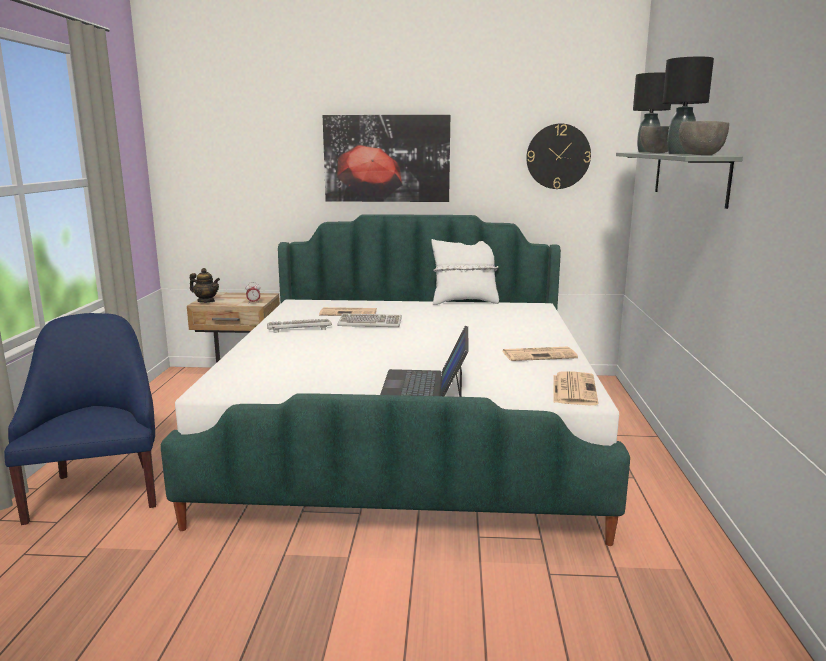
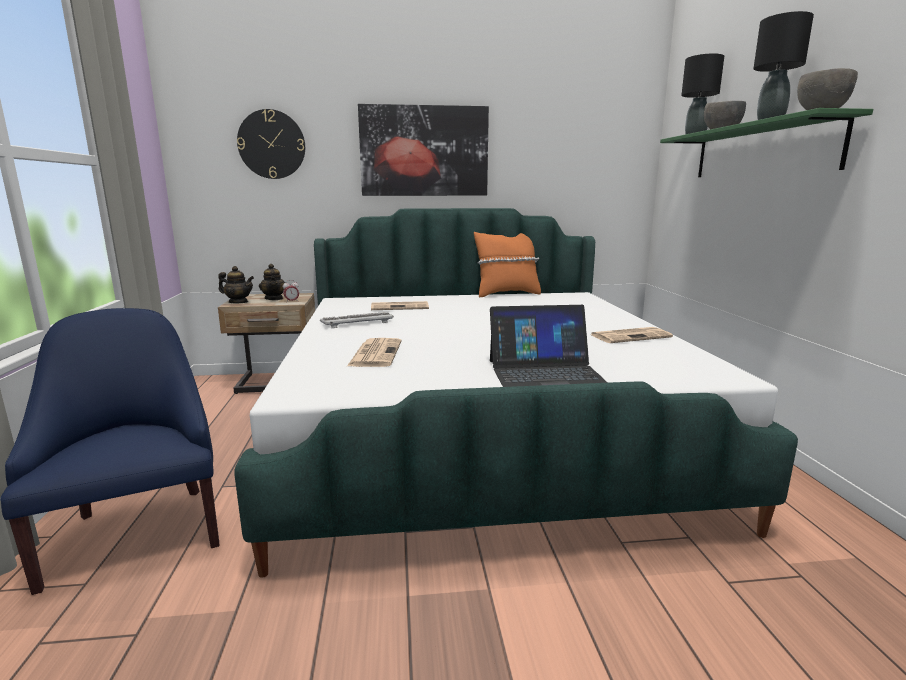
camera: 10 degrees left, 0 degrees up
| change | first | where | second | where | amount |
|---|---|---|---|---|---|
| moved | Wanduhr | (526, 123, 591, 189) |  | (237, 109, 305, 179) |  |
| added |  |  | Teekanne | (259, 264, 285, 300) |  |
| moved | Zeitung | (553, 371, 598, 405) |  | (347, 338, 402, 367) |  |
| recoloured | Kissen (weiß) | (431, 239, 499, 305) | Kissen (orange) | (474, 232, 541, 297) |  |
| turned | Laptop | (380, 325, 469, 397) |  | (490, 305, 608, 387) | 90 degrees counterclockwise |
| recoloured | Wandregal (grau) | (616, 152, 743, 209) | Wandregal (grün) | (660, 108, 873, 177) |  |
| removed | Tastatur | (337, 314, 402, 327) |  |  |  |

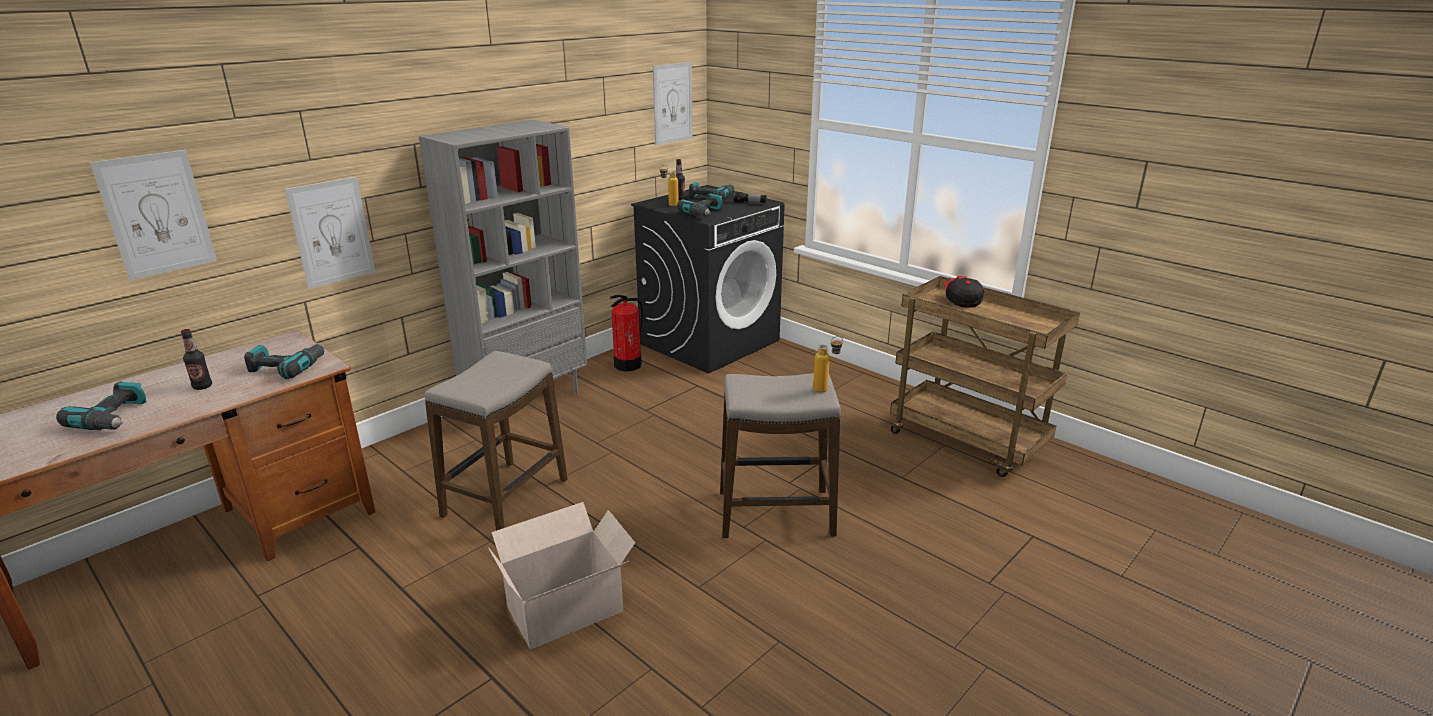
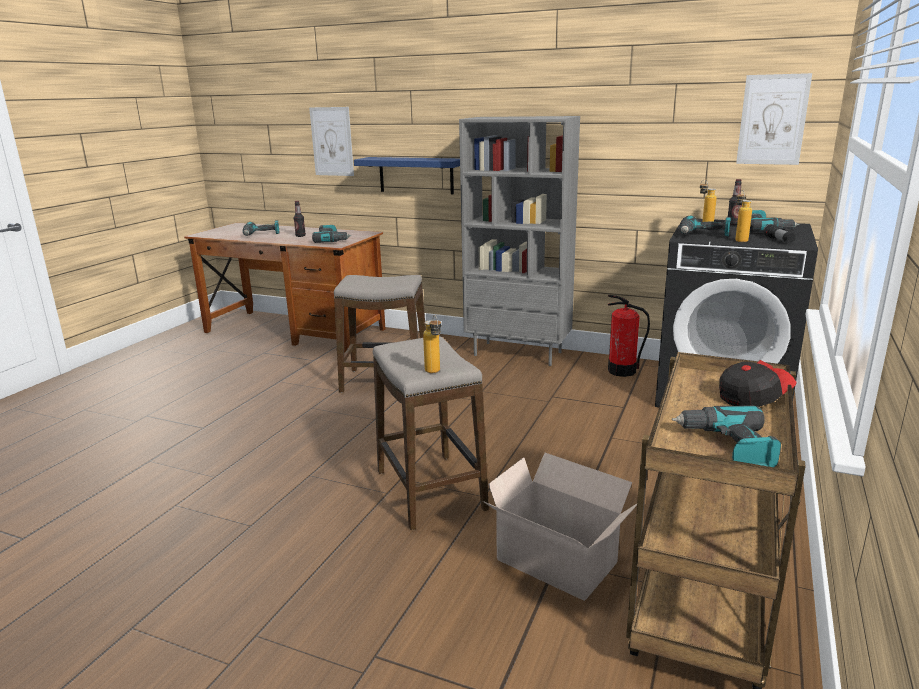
camera: 70 degrees right, 5 degrees down
| change | first | where | second | where | amount |
|---|---|---|---|---|---|
| replaced | Bild | (285, 177, 375, 289) | Wandregal (blau) | (354, 157, 460, 194) |  |
| moved | Karton | (488, 502, 635, 649) |  | (483, 453, 637, 601) |  |
| added |  |  | Bohrmaschine | (672, 405, 781, 467) |  |
| added |  |  | Flasche | (735, 190, 752, 242) |  |

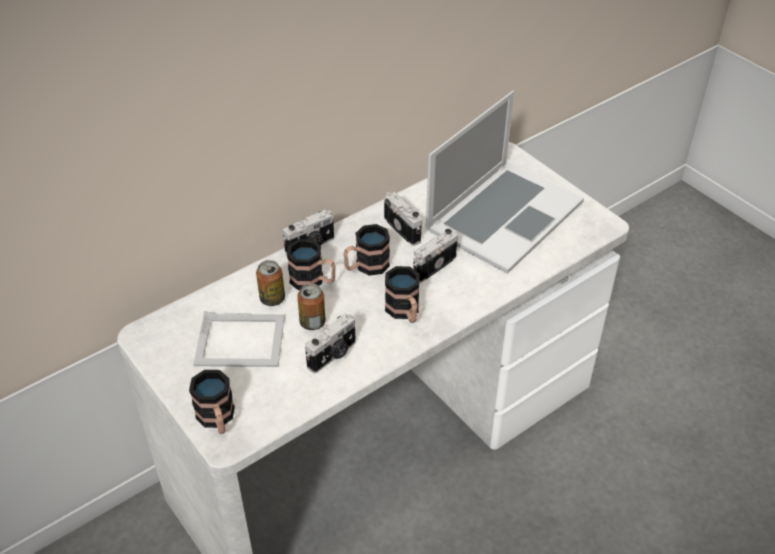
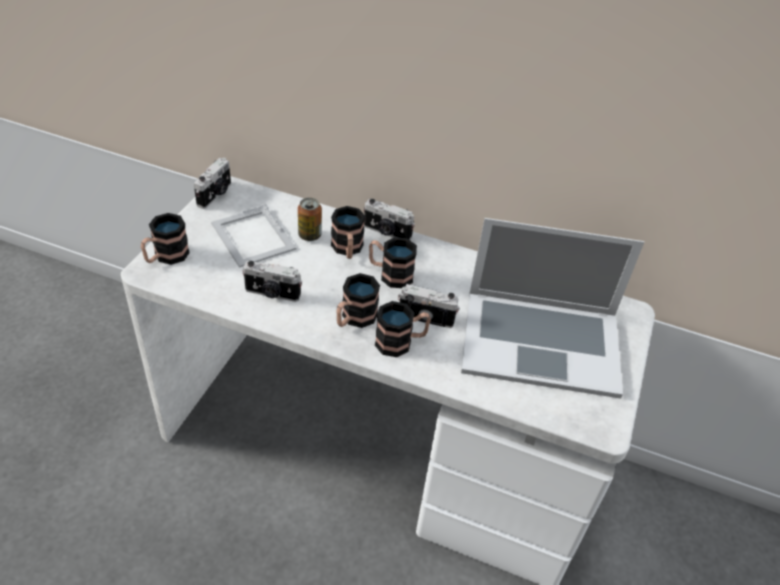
camera: 55 degrees right, 0 degrees up
| change | first | where | second | where | amount |
|---|---|---|---|---|---|
| moved | Kamera | (384, 192, 422, 246) |  | (194, 158, 231, 209) |  |
| added |  |  | Henkelbecher | (375, 301, 431, 357) |  |
| removed | Dose | (297, 283, 326, 330) |  |  |  |

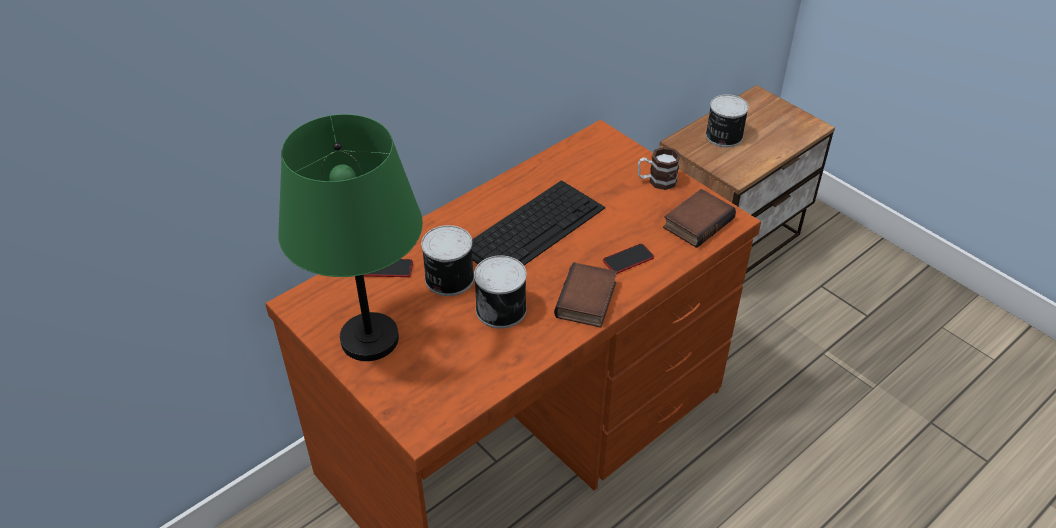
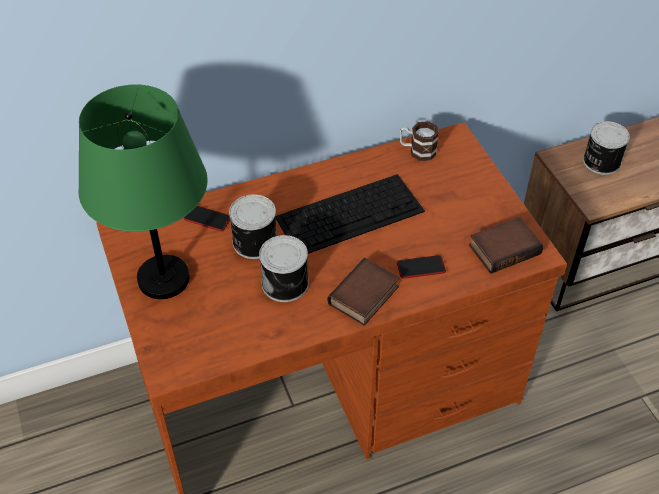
camera: 20 degrees right, 5 degrees up
| change | first | where | second | where | amount |
|---|---|---|---|---|---|
| moved | Henkelbecher | (638, 147, 681, 190) |  | (400, 121, 439, 161) |  |

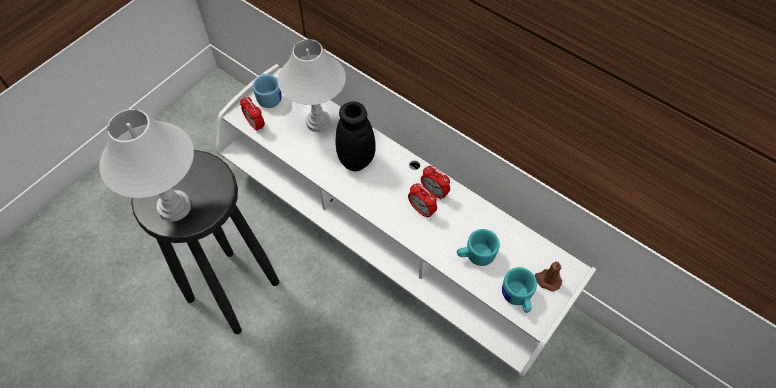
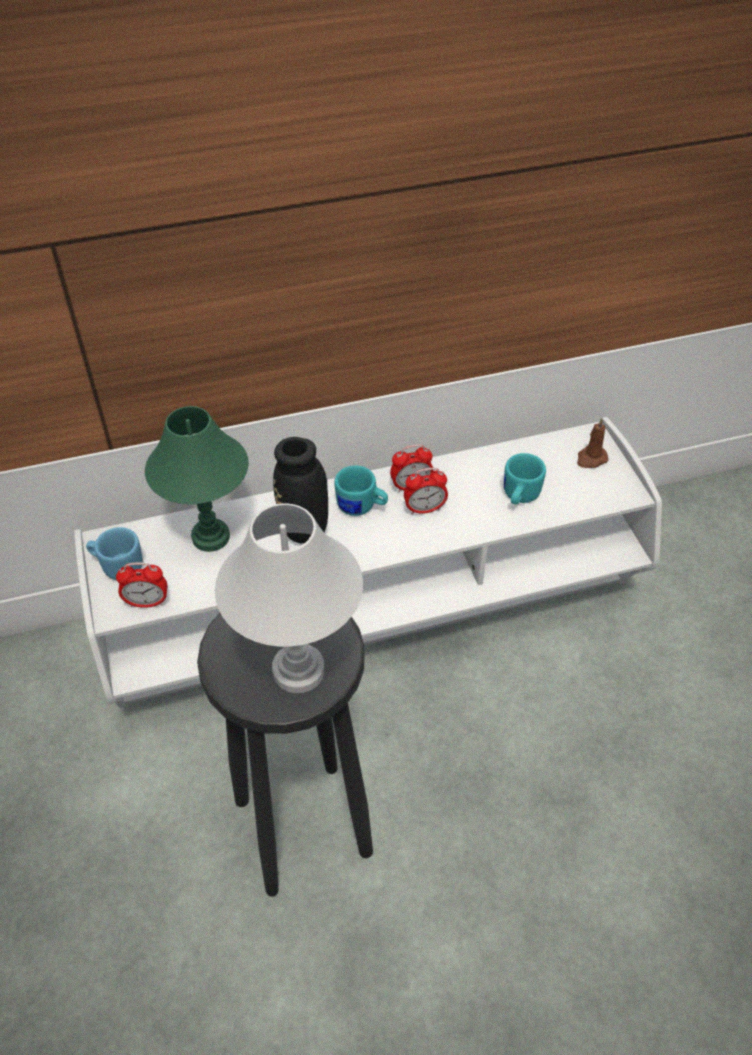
camera: 55 degrees left, 10 degrees down
| change | first | where | second | where | amount |
|---|---|---|---|---|---|
| recoloured | Tischlampe (weiß) | (278, 39, 346, 132) | Tischlampe (grün) | (145, 406, 249, 552) |  |
| moved | Henkelbecher (türkis) | (502, 267, 537, 313) |  | (334, 465, 388, 516) |  |

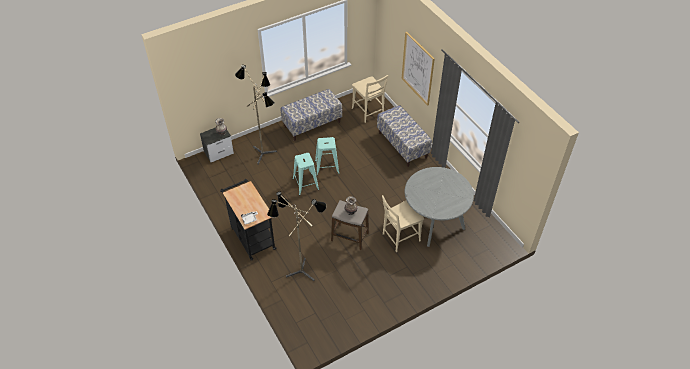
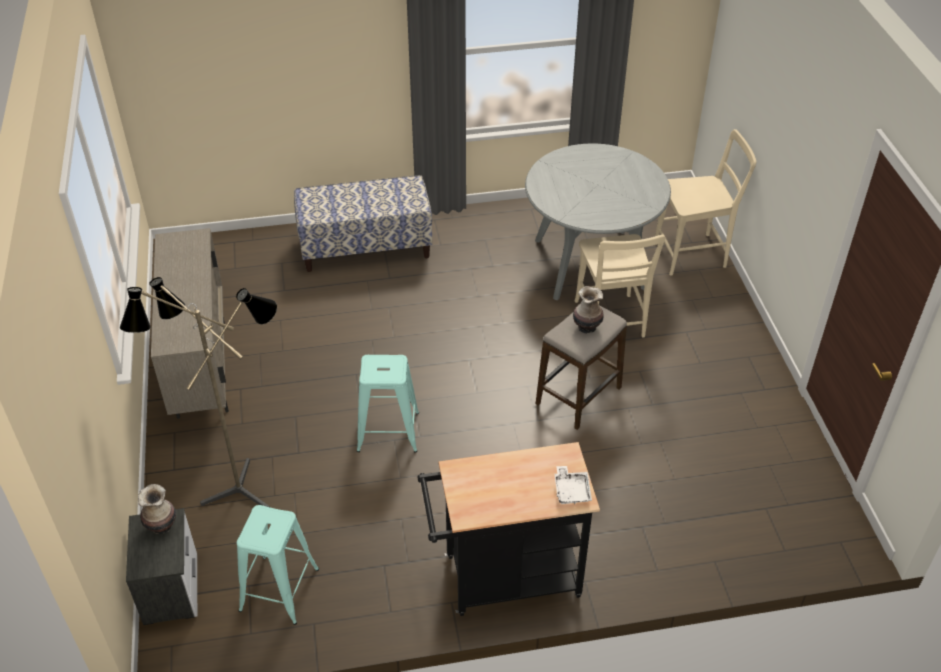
camera: 70 degrees left, 5 degrees down
| change | first | where | second | where | amount |
|---|---|---|---|---|---|
| replaced | Bank | (280, 89, 342, 141) | Schrank (beige) | (151, 228, 229, 419) |  |
| moved | Hocker (türkis) | (315, 137, 340, 176) |  | (237, 505, 319, 625) |  |
| moved | Stuhl (beige) | (352, 75, 388, 123) |  | (655, 129, 757, 275) |  |
| removed | Stehlampe | (267, 191, 327, 281) |  |  |  |
| removed | Bild | (402, 32, 435, 106) |  |  |  |

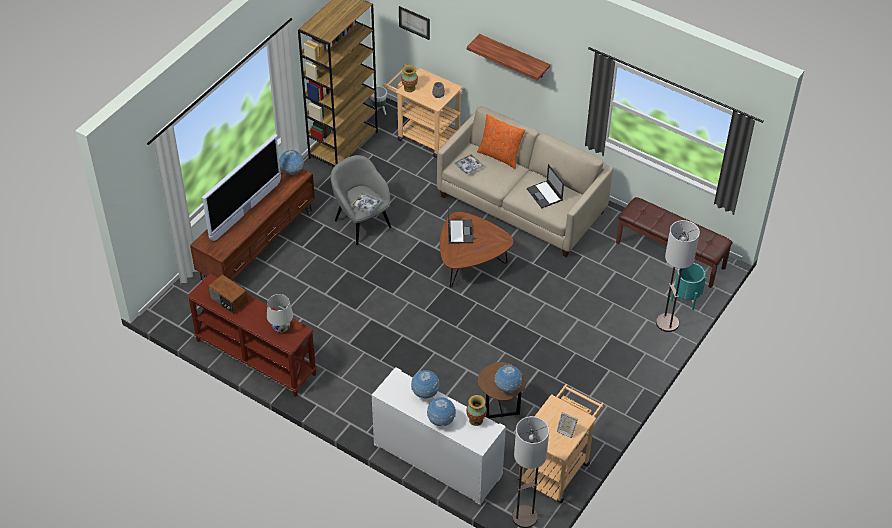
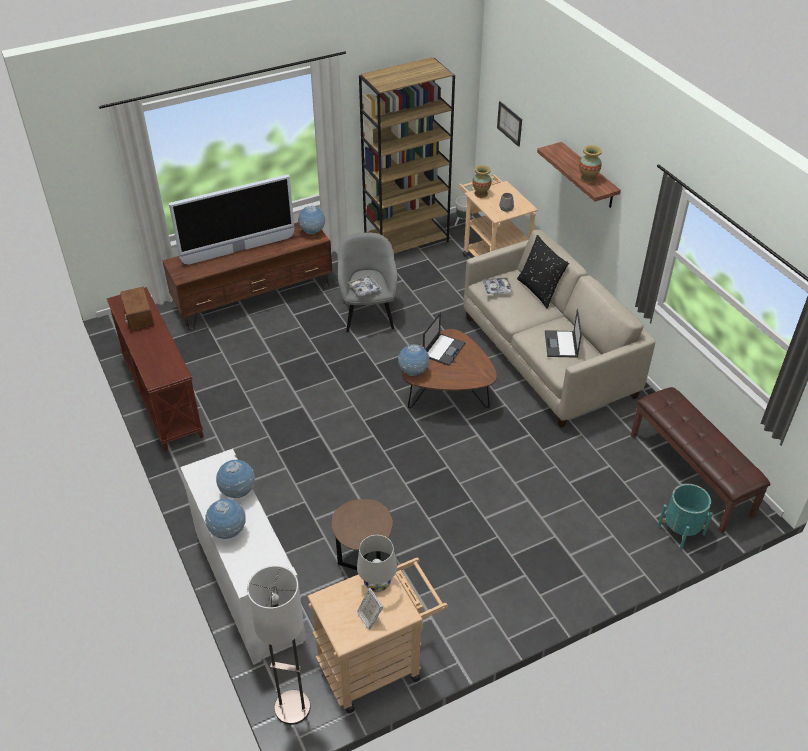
camera: 30 degrees right, 5 degrees down
| change | first | where | second | where | amount |
|---|---|---|---|---|---|
| moved | Tischlampe (weiß) | (267, 294, 293, 333) |  | (357, 535, 397, 592) |  |
| moved | Globus | (495, 365, 522, 393) |  | (398, 344, 429, 376) |  |
| recoloured | Kissen (orange) | (477, 114, 526, 169) | Kissen (schwarz) | (517, 235, 569, 309) |  |
| moved | Vase | (466, 395, 487, 426) |  | (579, 145, 602, 183) |  |
| removed | Stehlampe | (656, 220, 700, 332) |  |  |  |

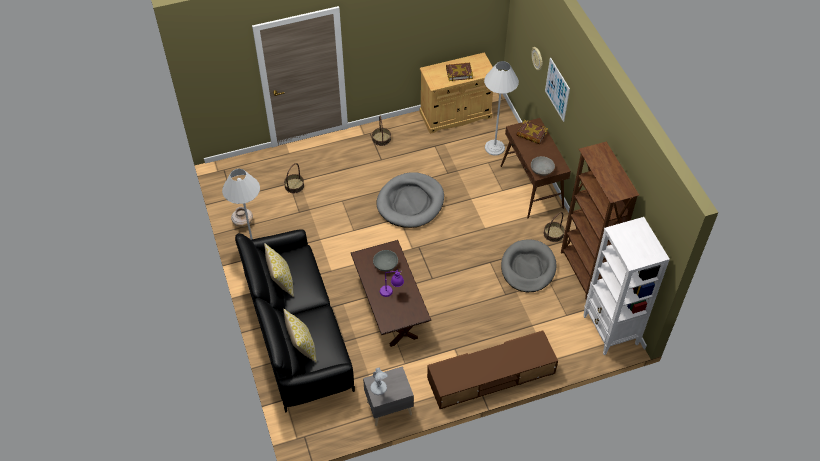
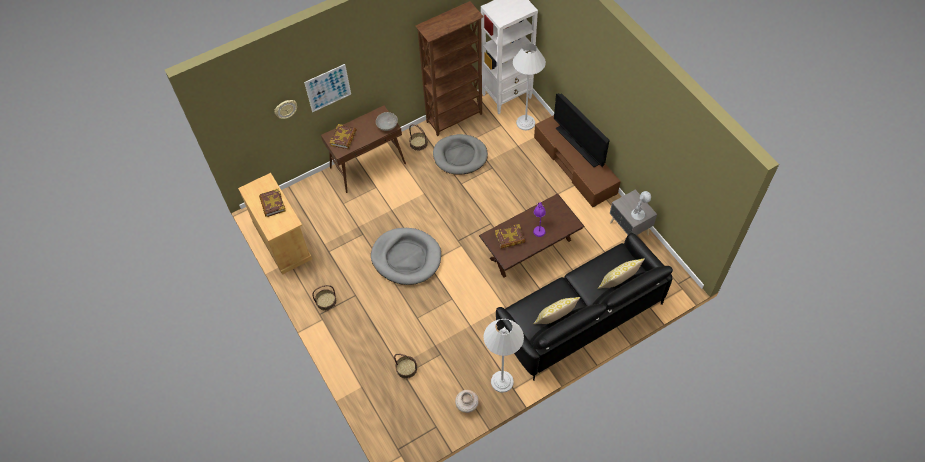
camera: 100 degrees left, 5 degrees up
| change | first | where | second | where | amount |
|---|---|---|---|---|---|
| replaced | Schüssel (grau) | (373, 250, 398, 271) | Buch | (495, 224, 525, 249) |  |
| moved | Stehlampe (weiß) | (484, 61, 519, 156) |  | (513, 43, 546, 130) |  |
| added |  |  | Fernseher | (554, 93, 609, 167) |  |

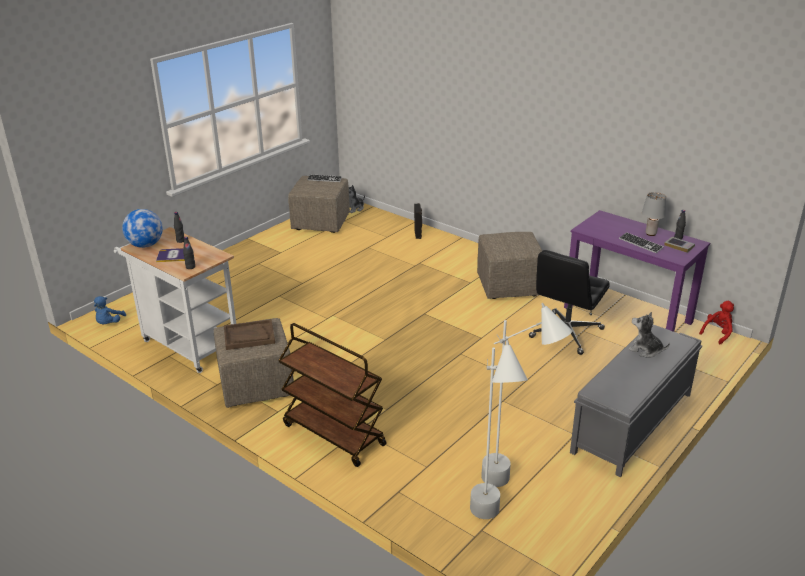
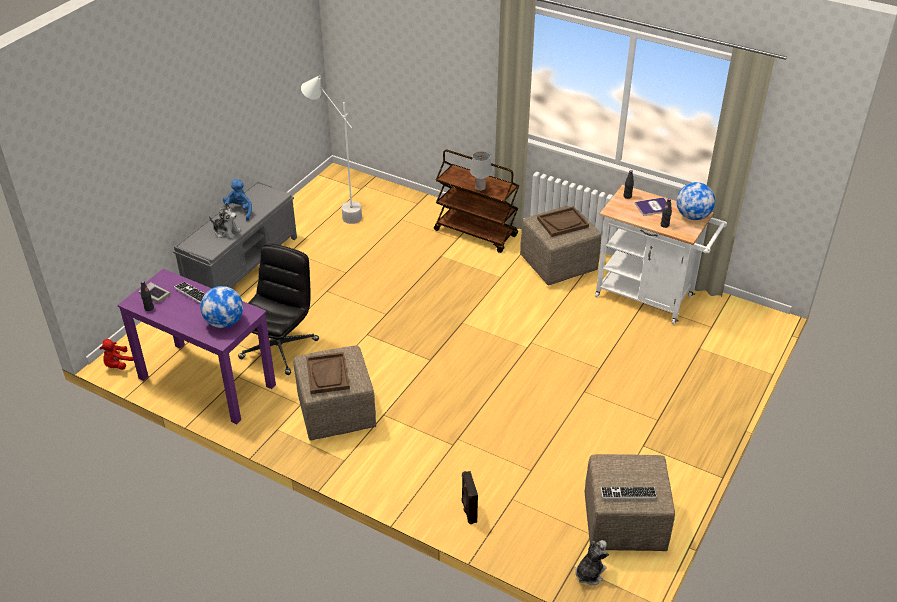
camera: 170 degrees right, 10 degrees up
| change | first | where | second | where | amount |
|---|---|---|---|---|---|
| added |  |  | Globus | (200, 286, 243, 328) |  |
| moved | Plüschtier (blau) | (94, 296, 126, 324) |  | (223, 179, 252, 221) |  |
| added |  |  | Tablett (braun) | (306, 352, 350, 394) |  |
| moved | Tischlampe (grau) | (642, 192, 666, 236) |  | (470, 151, 492, 191) |  |
| removed | Stehlampe (weiß) | (470, 340, 528, 519) |  |  |  |

